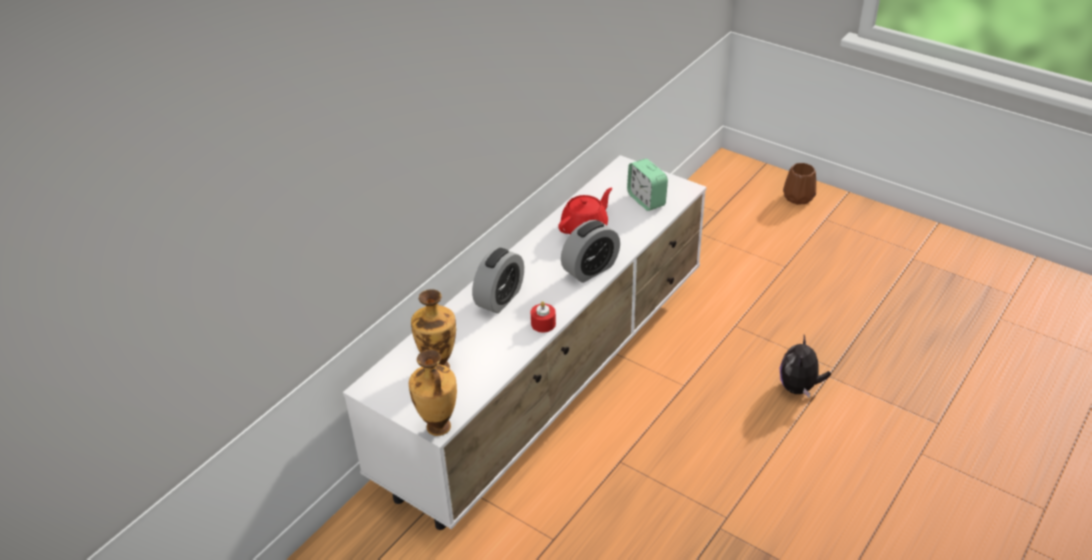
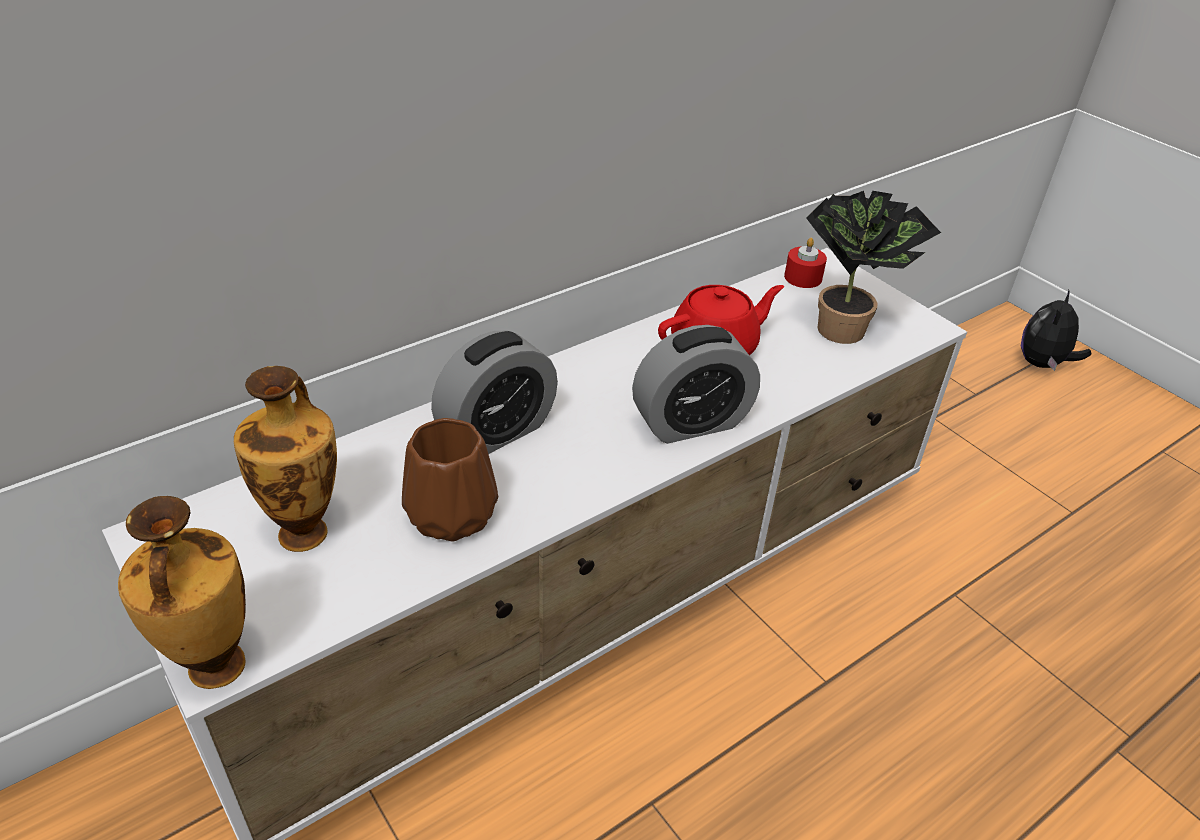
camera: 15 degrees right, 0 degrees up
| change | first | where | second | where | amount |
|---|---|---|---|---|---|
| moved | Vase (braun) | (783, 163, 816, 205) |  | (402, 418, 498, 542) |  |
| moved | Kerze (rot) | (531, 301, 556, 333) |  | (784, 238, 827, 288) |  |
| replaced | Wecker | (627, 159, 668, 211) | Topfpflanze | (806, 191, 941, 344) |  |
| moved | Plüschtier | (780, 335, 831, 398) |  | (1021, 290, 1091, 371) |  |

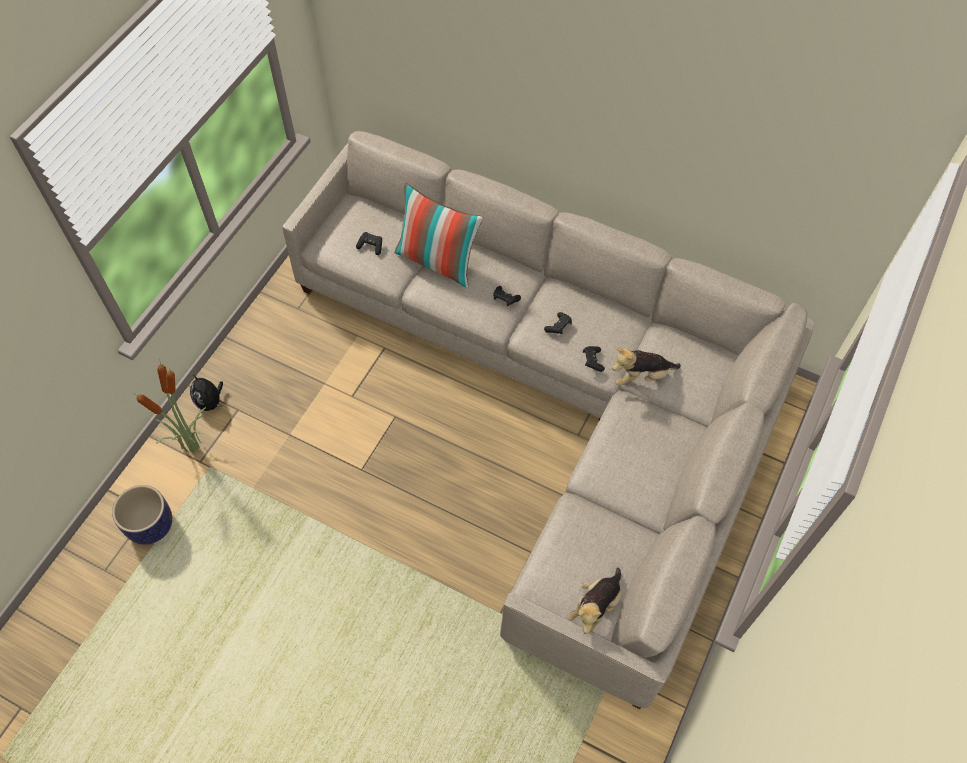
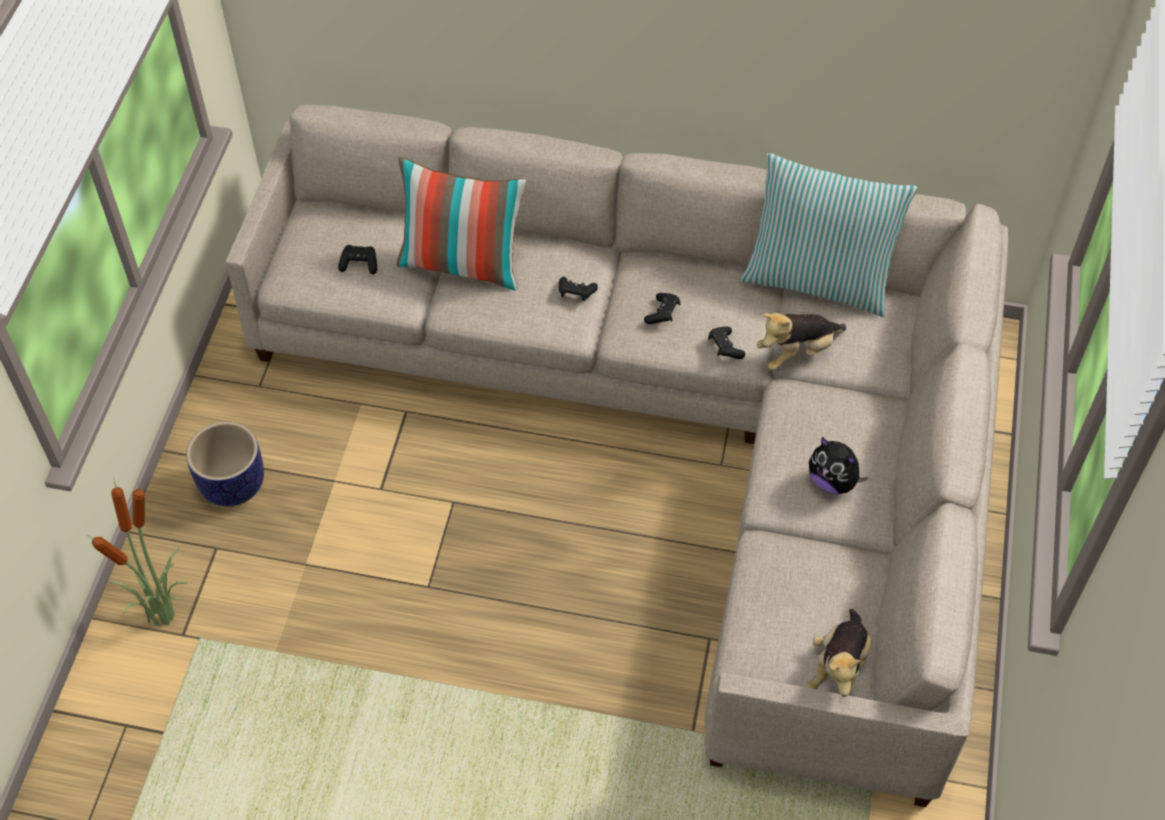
camera: 15 degrees left, 5 degrees down
| change | first | where | second | where | amount |
|---|---|---|---|---|---|
| moved | Pflanzkübel | (112, 485, 172, 545) |  | (186, 421, 264, 506) |  |
| added |  |  | Kissen | (741, 153, 918, 317) |  |
| moved | Plüschtier | (190, 375, 223, 411) |  | (809, 437, 869, 494) |  |

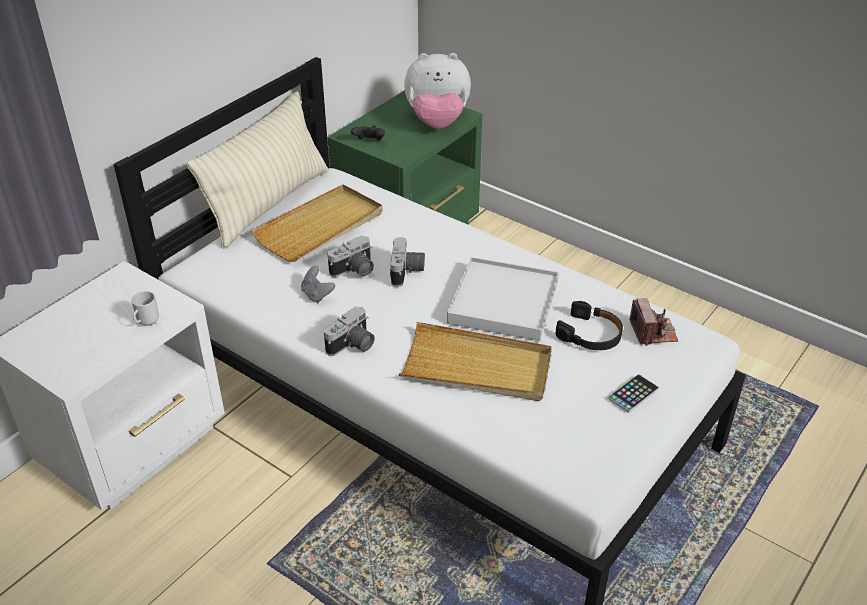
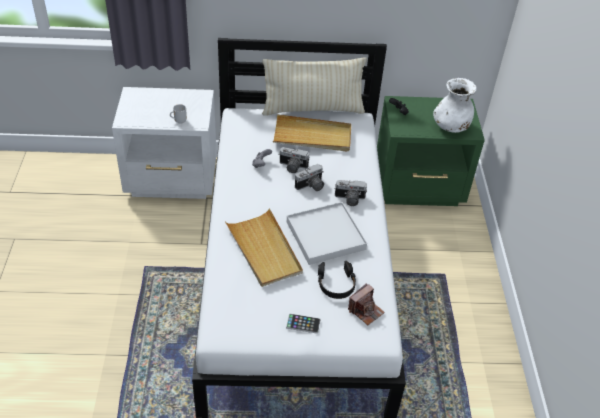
camera: 50 degrees right, 5 degrees up
| change | first | where | second | where | amount |
|---|---|---|---|---|---|
| moved | Kamera | (324, 306, 375, 356) |  | (334, 180, 367, 206) |  |
| replaced | Plüschtier | (404, 53, 471, 129) | Vase (weiß) | (433, 78, 477, 133) |  |

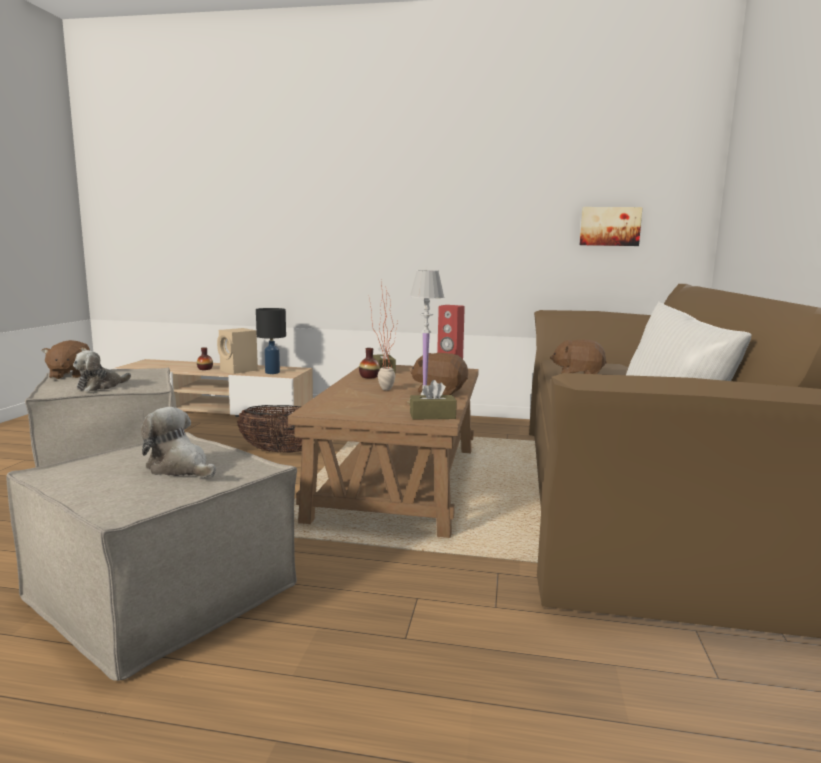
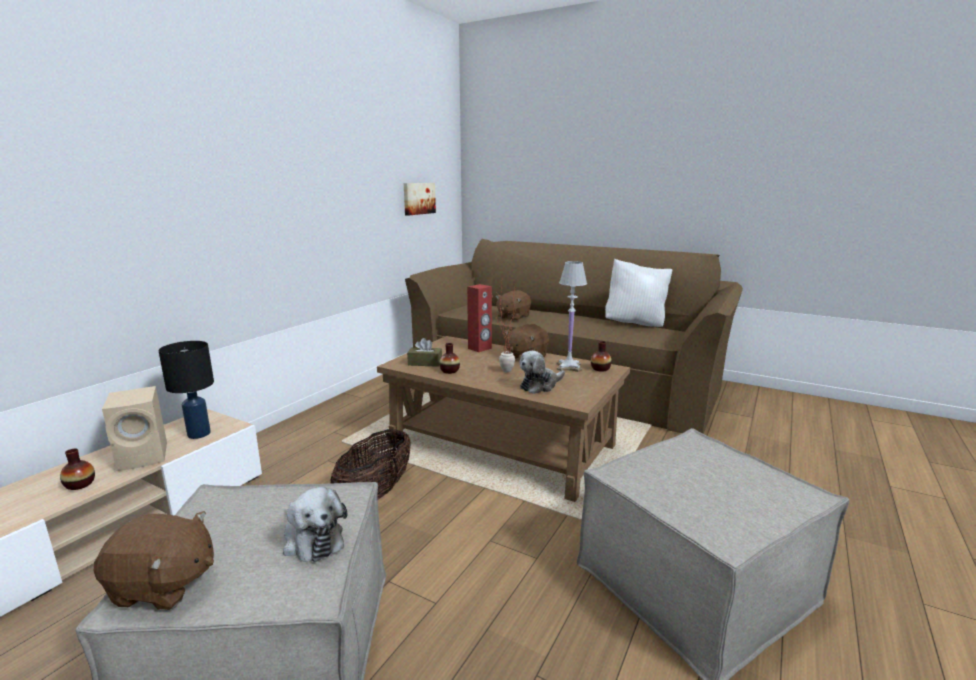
camera: 70 degrees left, 5 degrees up
| change | first | where | second | where | amount |
|---|---|---|---|---|---|
| moved | Plüschtier | (141, 407, 216, 477) |  | (519, 351, 565, 394) |  |
| replaced | Taschentuchbox (braun) | (410, 380, 457, 419) | Vase | (591, 341, 612, 372) |  |

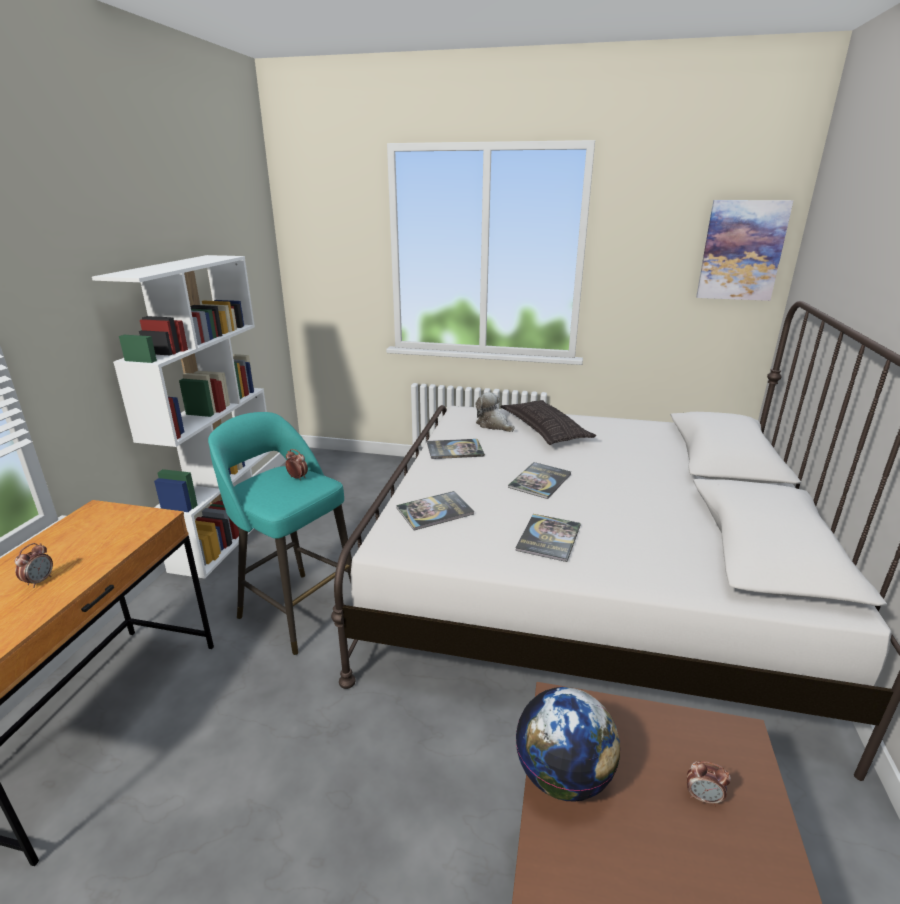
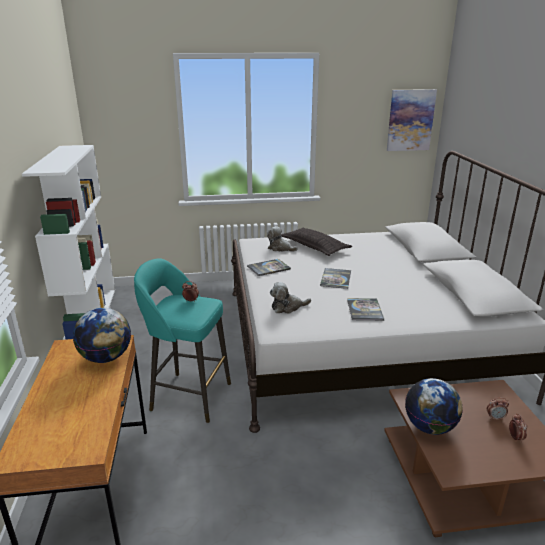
camera: 20 degrees left, 0 degrees up
| change | first | where | second | where | amount |
|---|---|---|---|---|---|
| added |  |  | Globus | (73, 308, 131, 363) |  |
| replaced | Buch | (396, 491, 475, 531) | Plüschtier | (270, 282, 311, 314) |  |
| moved | Wecker | (14, 543, 53, 588) |  | (509, 414, 527, 443) |  |

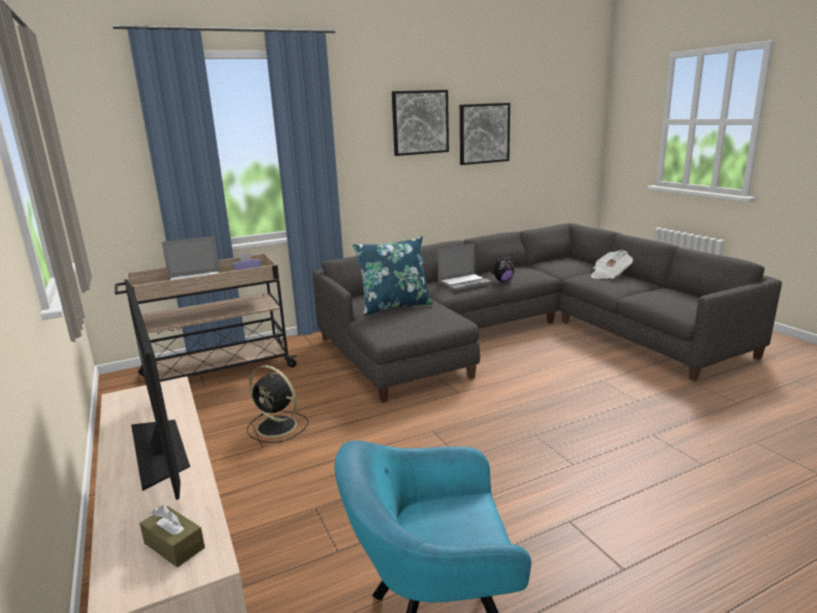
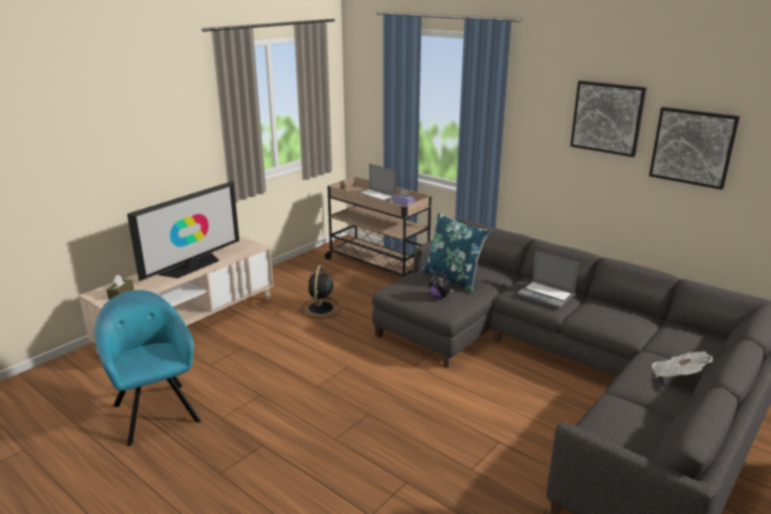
camera: 65 degrees right, 5 degrees up
| change | first | where | second | where | amount |
|---|---|---|---|---|---|
| moved | Plüschtier | (492, 255, 514, 282) |  | (429, 270, 454, 298) |  |

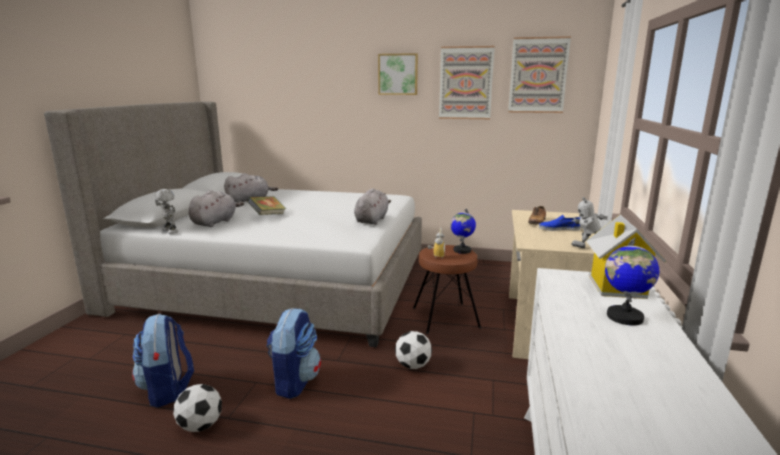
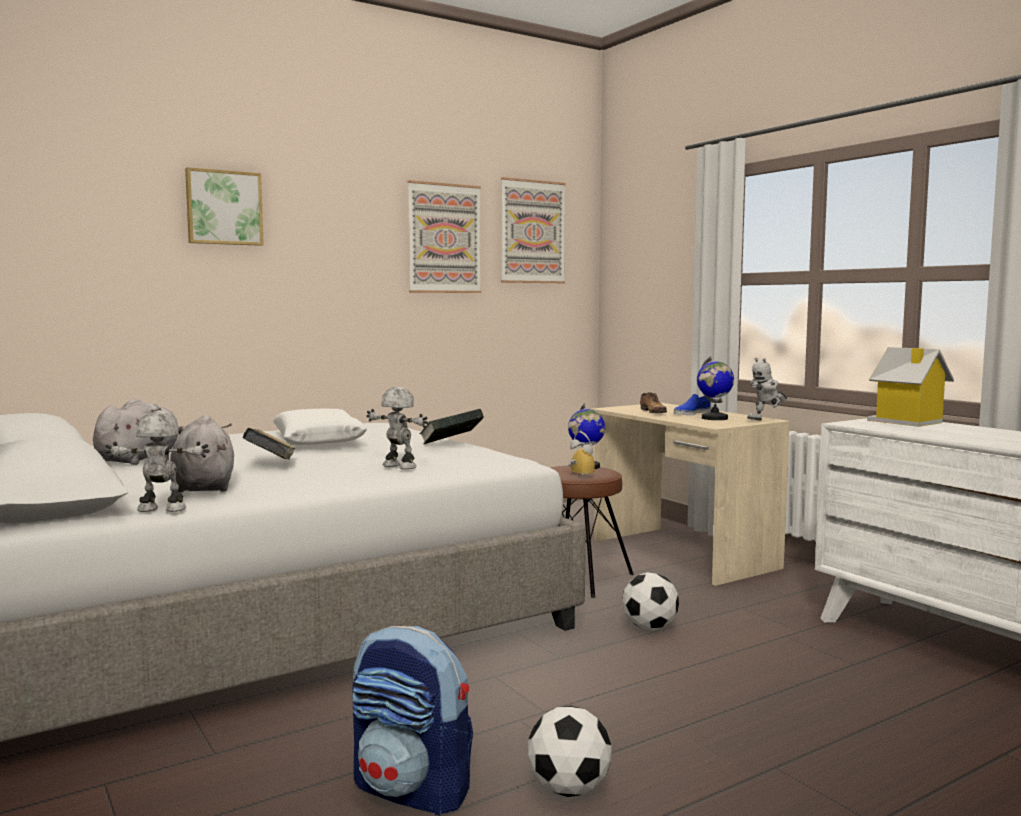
camera: 45 degrees left, 10 degrees down
| change | first | where | second | where | amount |
|---|---|---|---|---|---|
| moved | Bild | (378, 53, 418, 95) |  | (185, 167, 264, 246) |  |
| added |  |  | Kissen (weiß) | (273, 408, 367, 445) |  |
| added |  |  | Spielzeugroboter | (366, 387, 428, 470) |  |
| replaced | Plüschtier (grau) | (354, 188, 391, 225) | Buch | (420, 409, 484, 444) |  |
| moved | Globus | (605, 238, 659, 326) |  | (697, 356, 734, 420) |  |
| removed | Rucksack | (266, 308, 321, 399) |  |  |  |

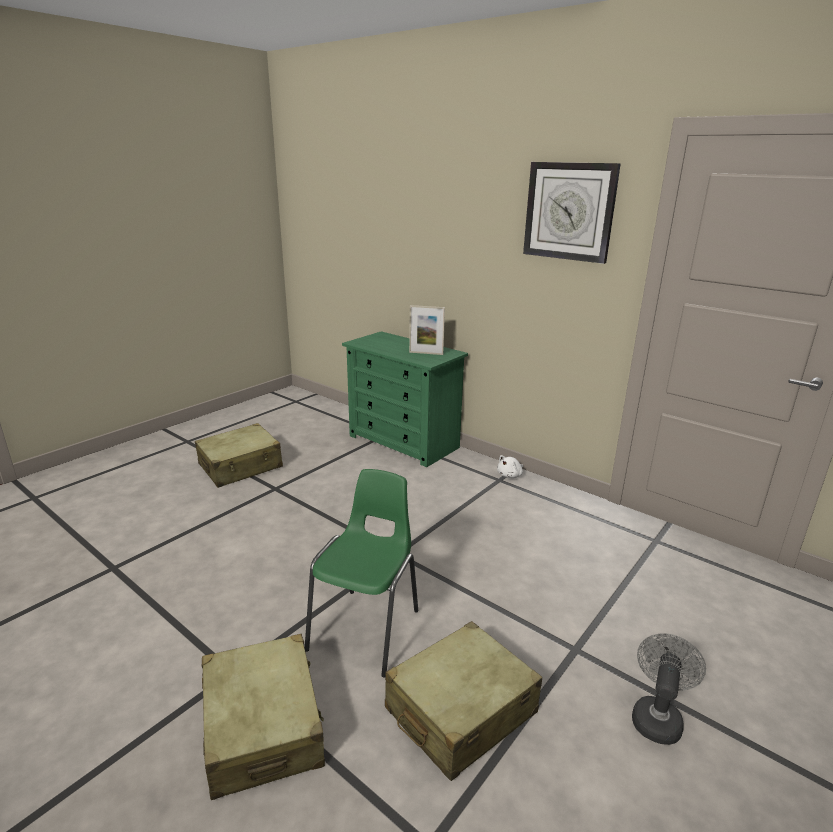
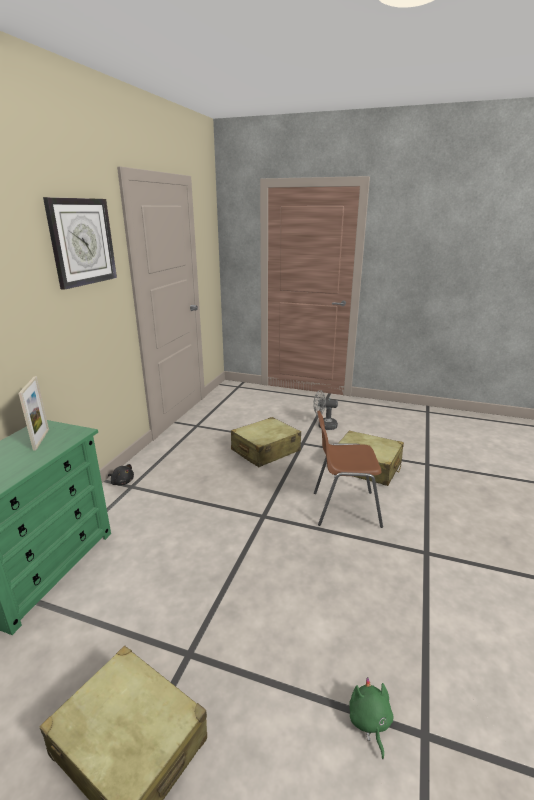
camera: 110 degrees left, 0 degrees up
| change | first | where | second | where | amount |
|---|---|---|---|---|---|
| recoloured | Plüschtier (weiß) | (497, 455, 523, 478) | Plüschtier (schwarz) | (108, 464, 134, 486) |  |
| moved | Koffer (beige) | (202, 634, 325, 800) |  | (231, 417, 301, 467) |  |
| recoloured | Stuhl (grün) | (305, 469, 418, 678) | Stuhl (braun) | (314, 411, 383, 528) |  |
| added |  |  | Plüschtier (grün) | (349, 677, 394, 760) |  |

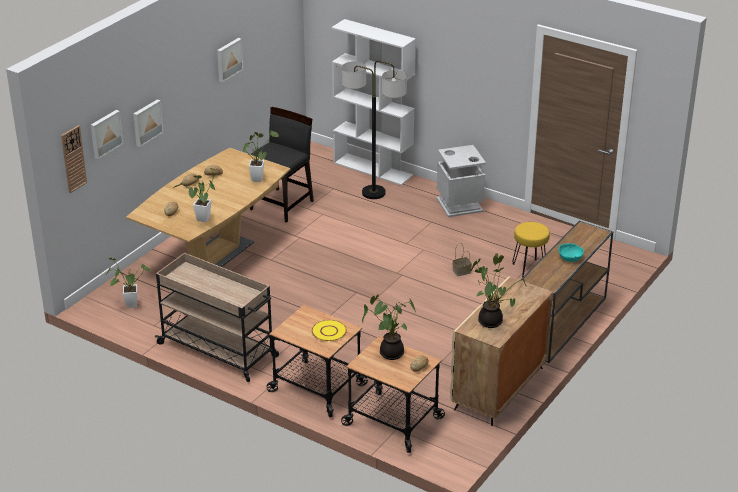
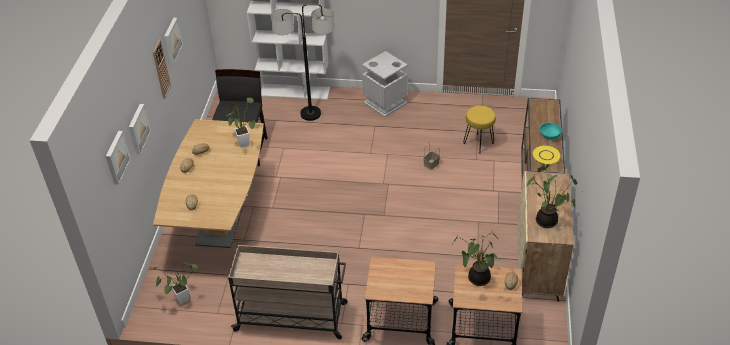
camera: 25 degrees left, 10 degrees up
| change | first | where | second | where | amount |
|---|---|---|---|---|---|
| moved | Wanduhr | (61, 125, 87, 193) |  | (153, 39, 171, 99) |  |
| moved | Teller (gelb) | (312, 320, 347, 341) |  | (532, 145, 561, 165) |  |
| removed | Topfpflanze | (173, 168, 216, 222) |  |  |  |

